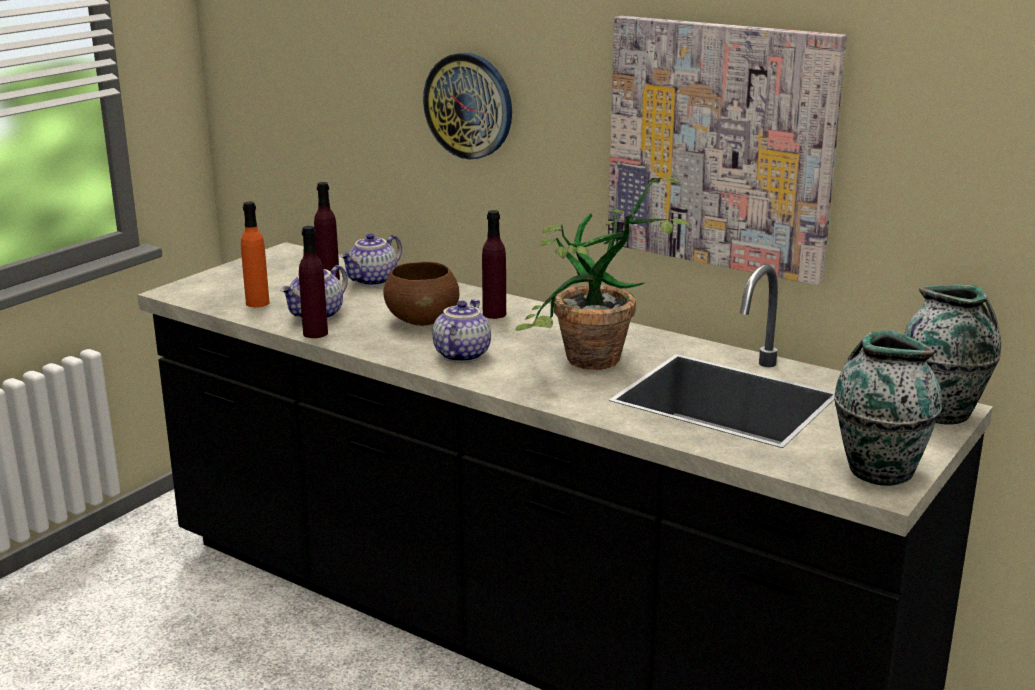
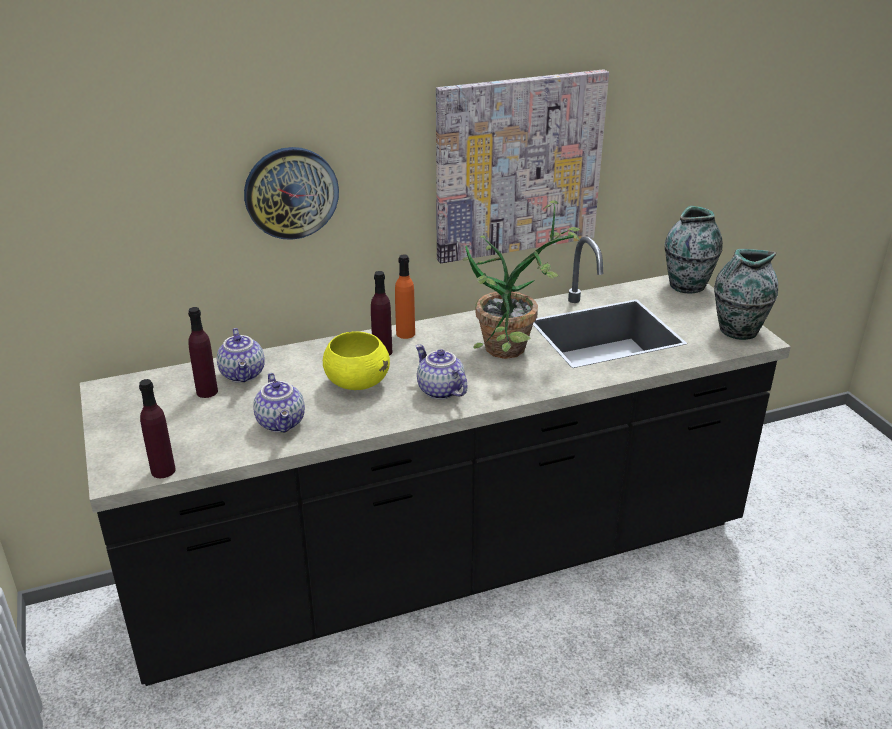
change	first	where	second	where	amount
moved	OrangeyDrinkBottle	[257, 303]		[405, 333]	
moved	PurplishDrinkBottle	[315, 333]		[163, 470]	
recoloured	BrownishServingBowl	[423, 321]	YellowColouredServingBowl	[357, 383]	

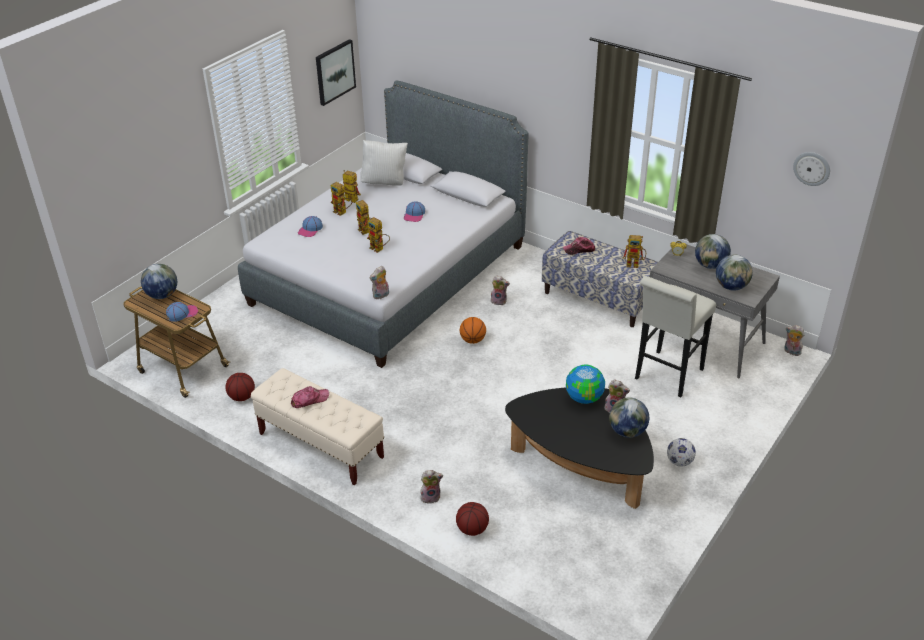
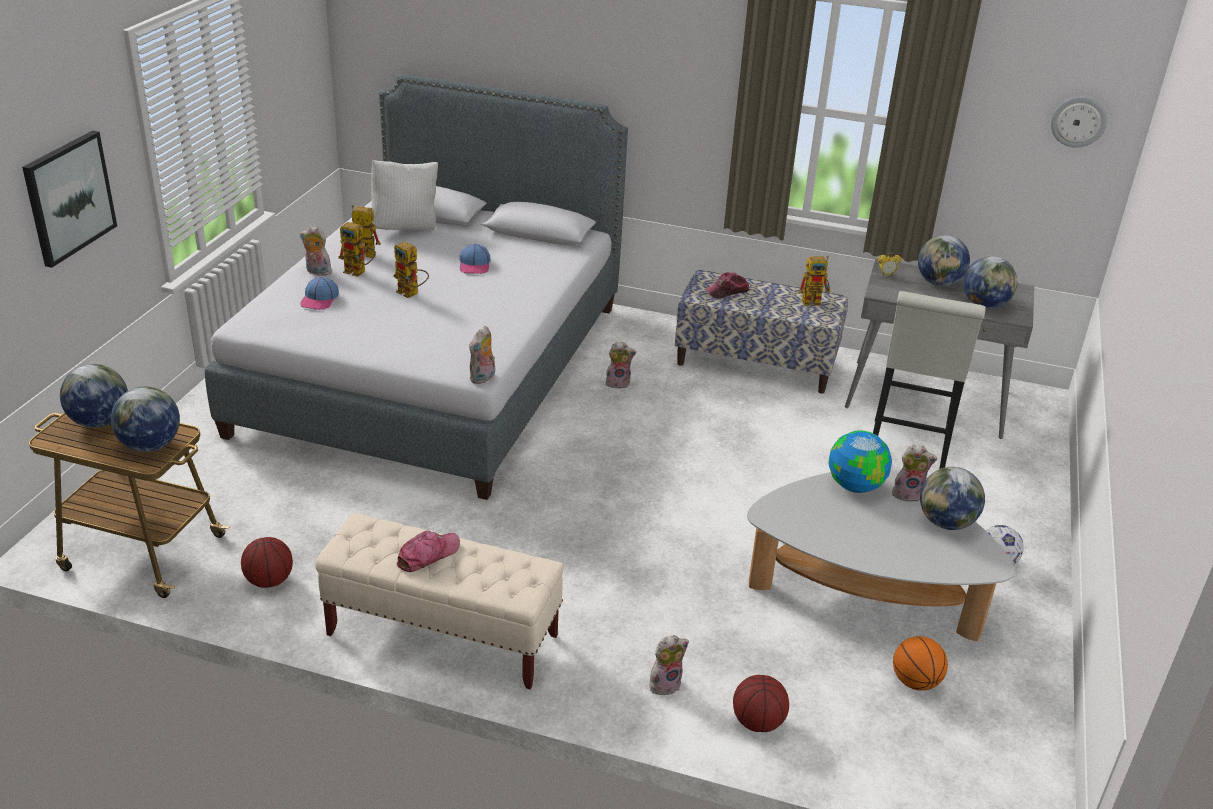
change	first	where	second	where	amount
removed	RobotFigure	[379, 249]			
moved	WallPicture	[334, 72]		[68, 197]	
moved	Basketball	[472, 340]		[915, 682]	
moved	CuddlyToy	[791, 352]		[317, 272]	
replaced	Cap	[182, 313]	Globe	[150, 446]	
recoloured	BlackishLowTable	[581, 466]	WhiteLowTable	[865, 593]	

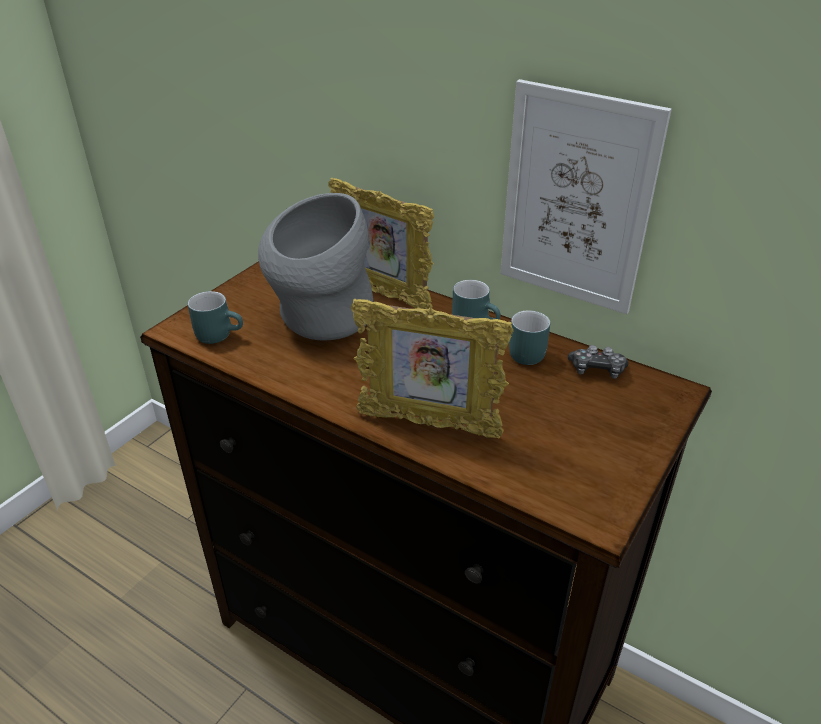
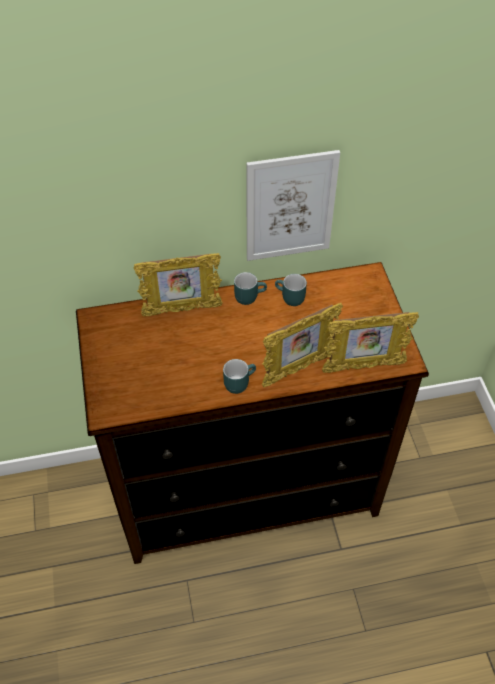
change	first	where	second	where	amount
removed	GrayFlowerVase	[320, 319]			
removed	Gamepad	[597, 370]			
added			PhotoFrame	[363, 366]	
moved	TurquoiseColouredCoffeeMug	[220, 334]		[238, 381]	

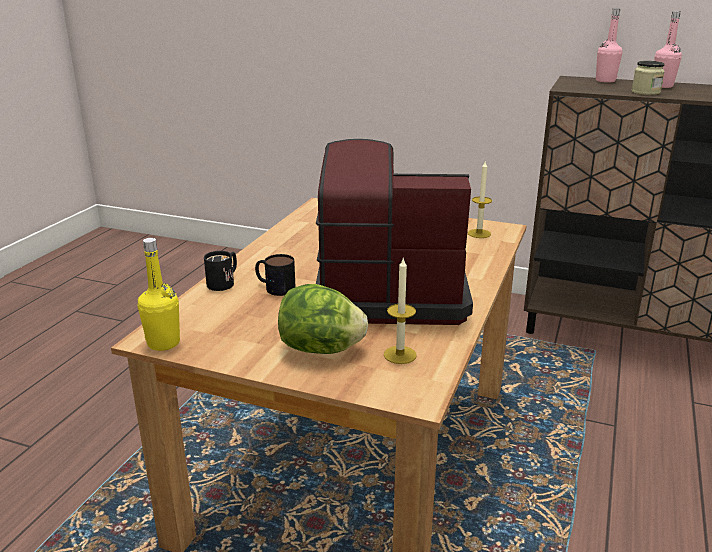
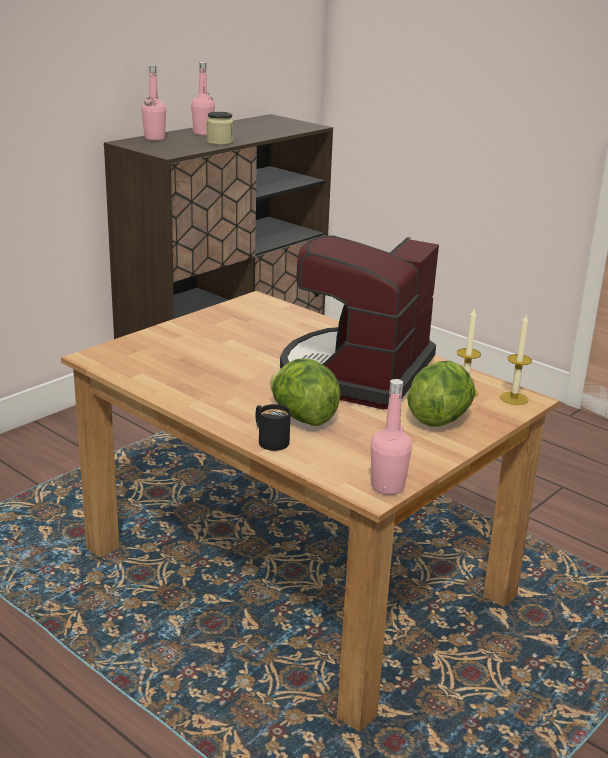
change	first	where	second	where	amount
moved	WaxLight	[479, 233]		[514, 398]	
replaced	CoffeeMug	[274, 287]	Lettuce	[302, 417]	
recoloured	YellowColouredDrinkBottle	[163, 343]	PinkishDrinkBottle	[387, 487]	

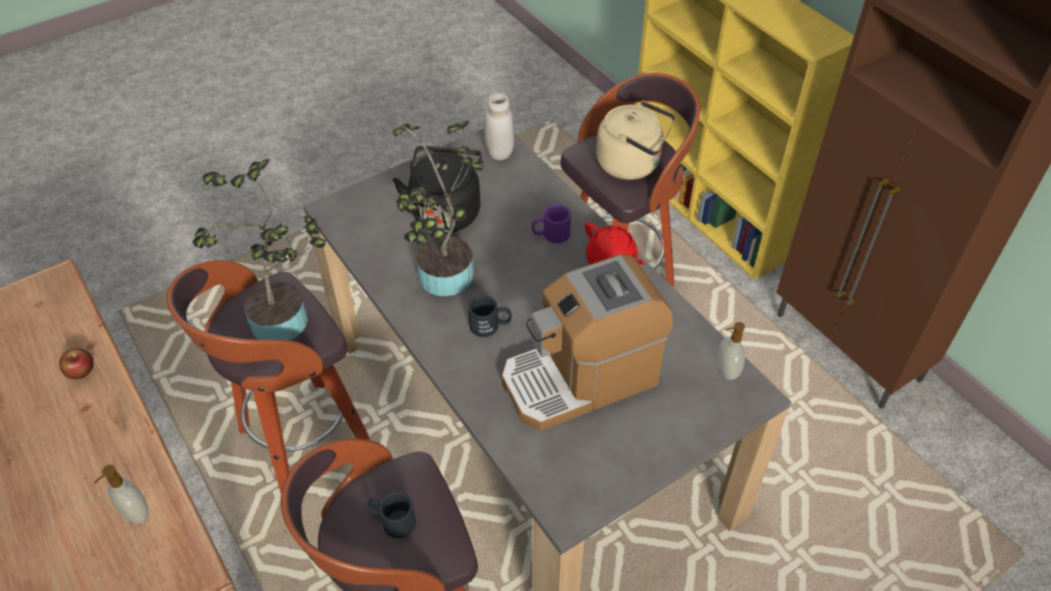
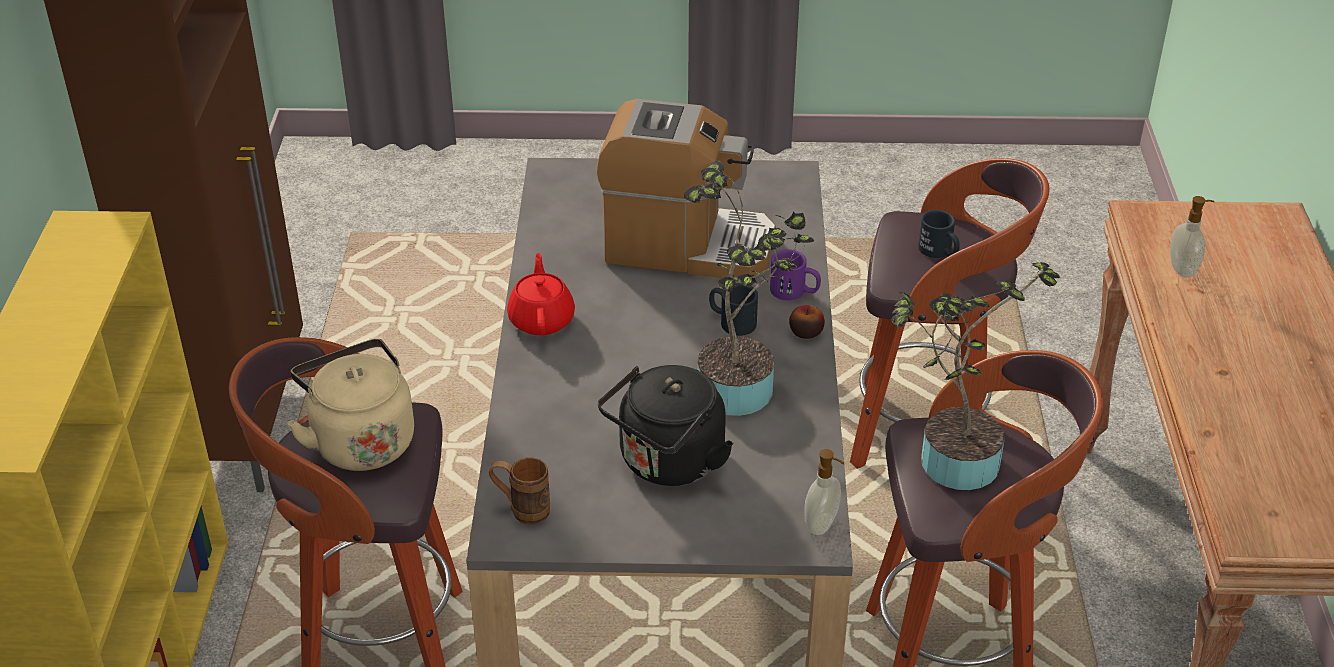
change	first	where	second	where	amount
moved	WholeApple	[81, 370]		[806, 332]	
moved	PurplishCoffeeMug	[550, 234]		[795, 291]	
moved	LiquidSoapBottle	[726, 370]		[822, 524]	
replaced	WhitePreserveJar	[499, 152]	BrownishCoffeeMug	[521, 510]	

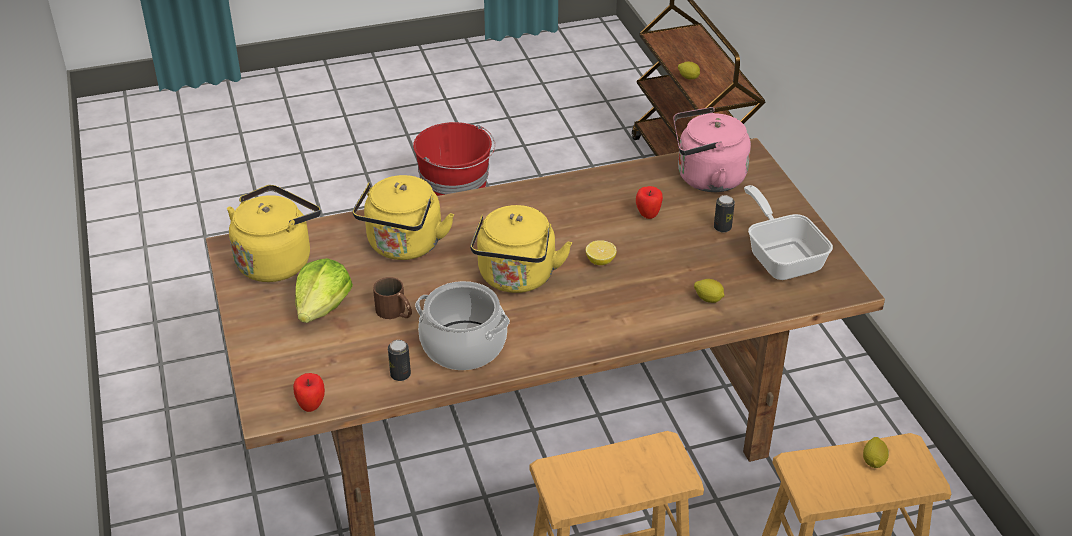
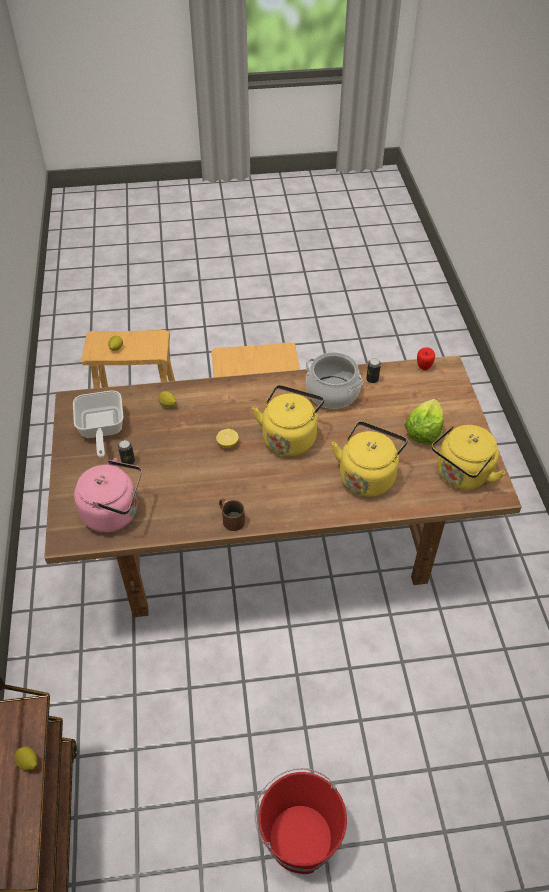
change	first	where	second	where	amount
removed	WholeApple	[648, 216]			
moved	BrownishCoffeeMug	[395, 312]		[230, 518]	

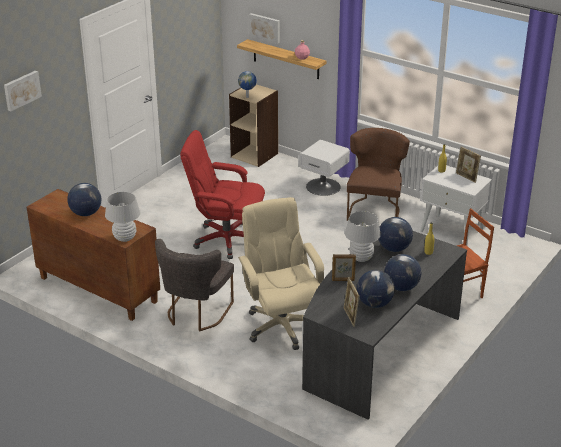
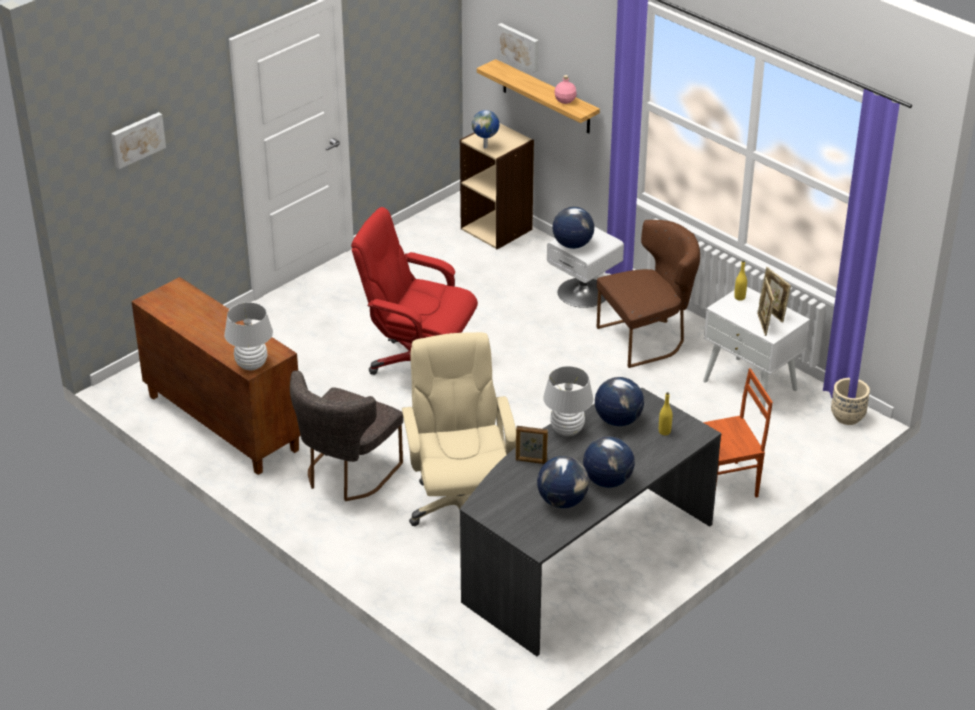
change	first	where	second	where	amount
added			SandColouredPlanter	[847, 417]	
moved	Globe	[86, 213]		[572, 244]	
moved	PhotoFrame	[350, 317]		[763, 325]	
turned	BrownishChair	[374, 209]		[647, 338]	45 degrees clockwise

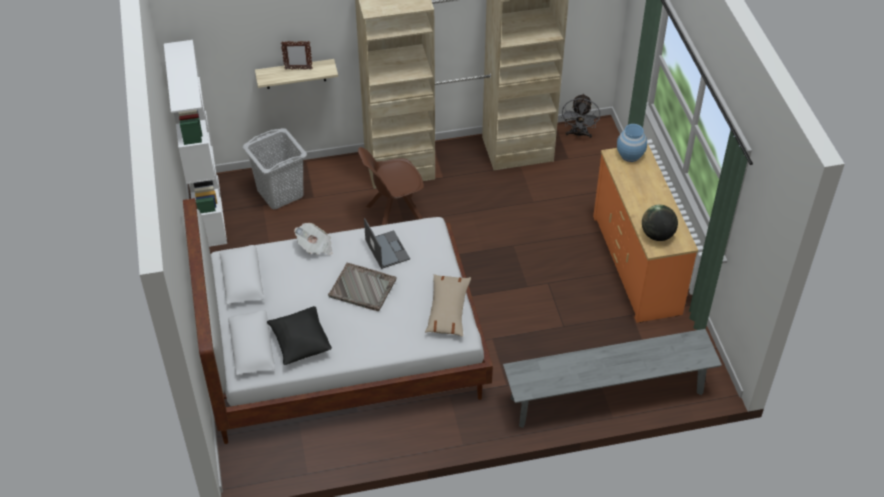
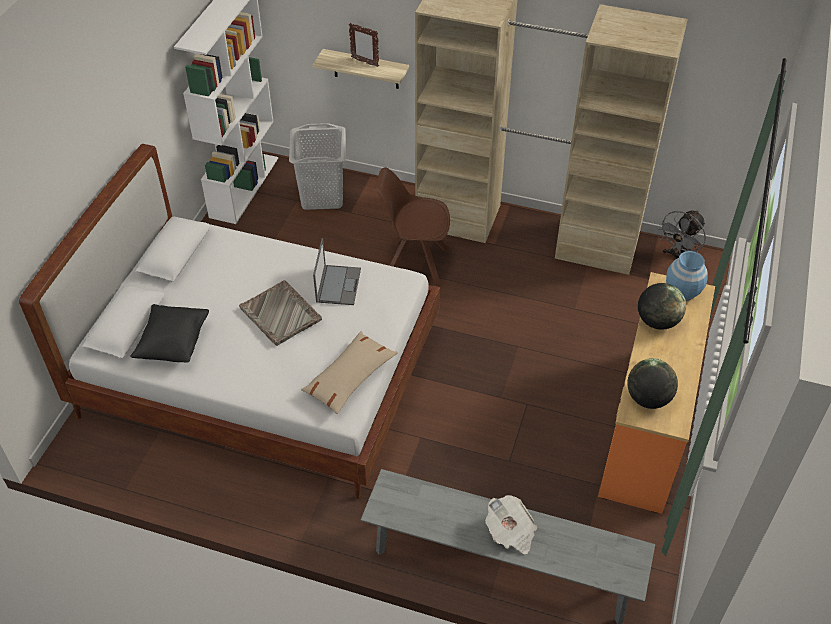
change	first	where	second	where	amount
added			Globe	[657, 322]	
moved	DailyPaper	[315, 247]		[510, 532]	

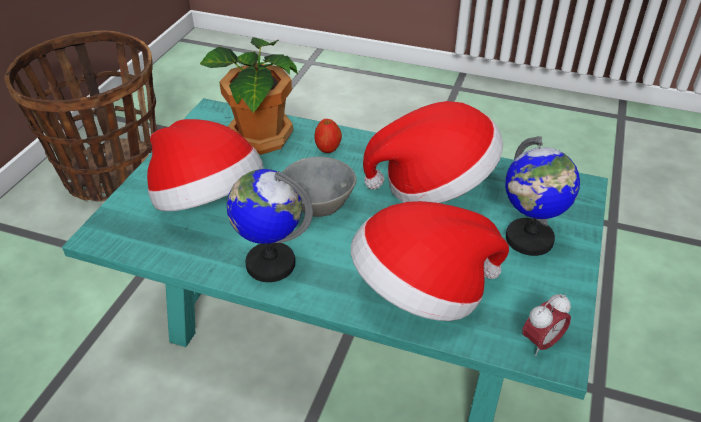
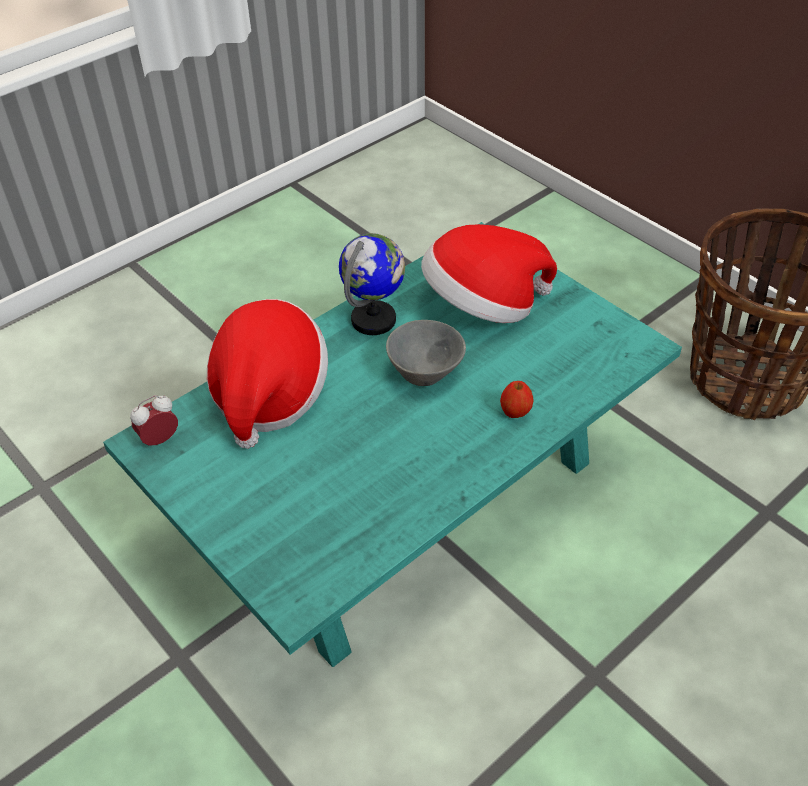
change	first	where	second	where	amount
removed	PlantInAPot	[259, 139]			
removed	Hat	[434, 184]			
removed	Globe	[529, 239]			
turned	BedsideClock	[541, 343]		[159, 439]	60 degrees clockwise

